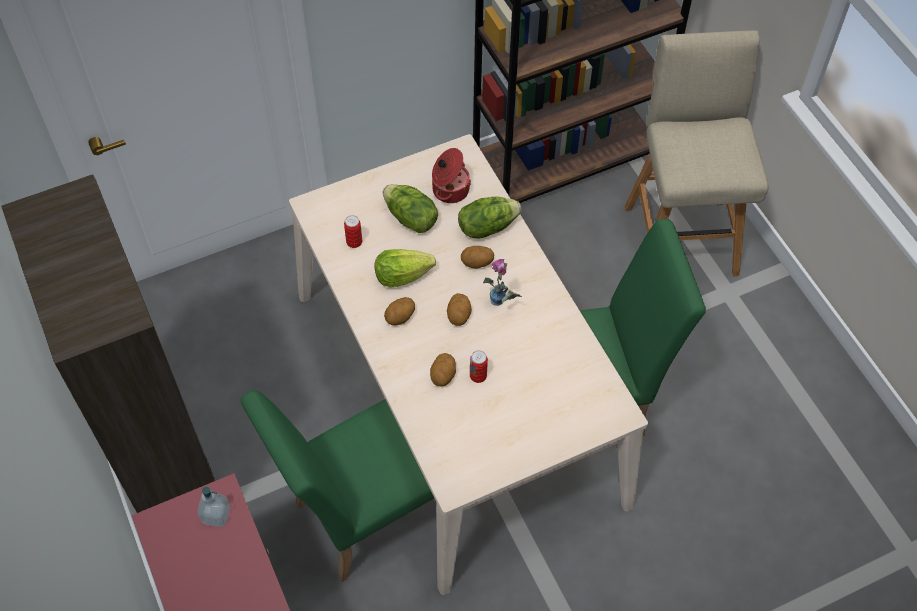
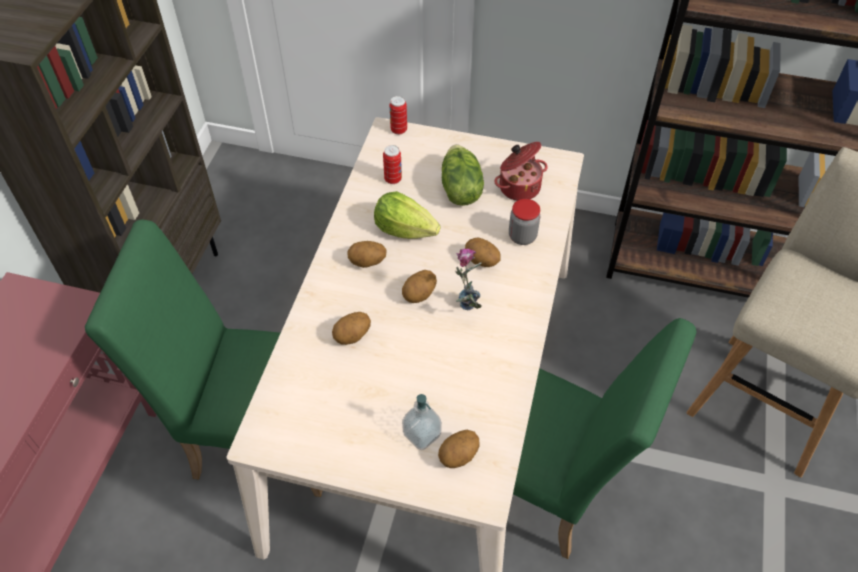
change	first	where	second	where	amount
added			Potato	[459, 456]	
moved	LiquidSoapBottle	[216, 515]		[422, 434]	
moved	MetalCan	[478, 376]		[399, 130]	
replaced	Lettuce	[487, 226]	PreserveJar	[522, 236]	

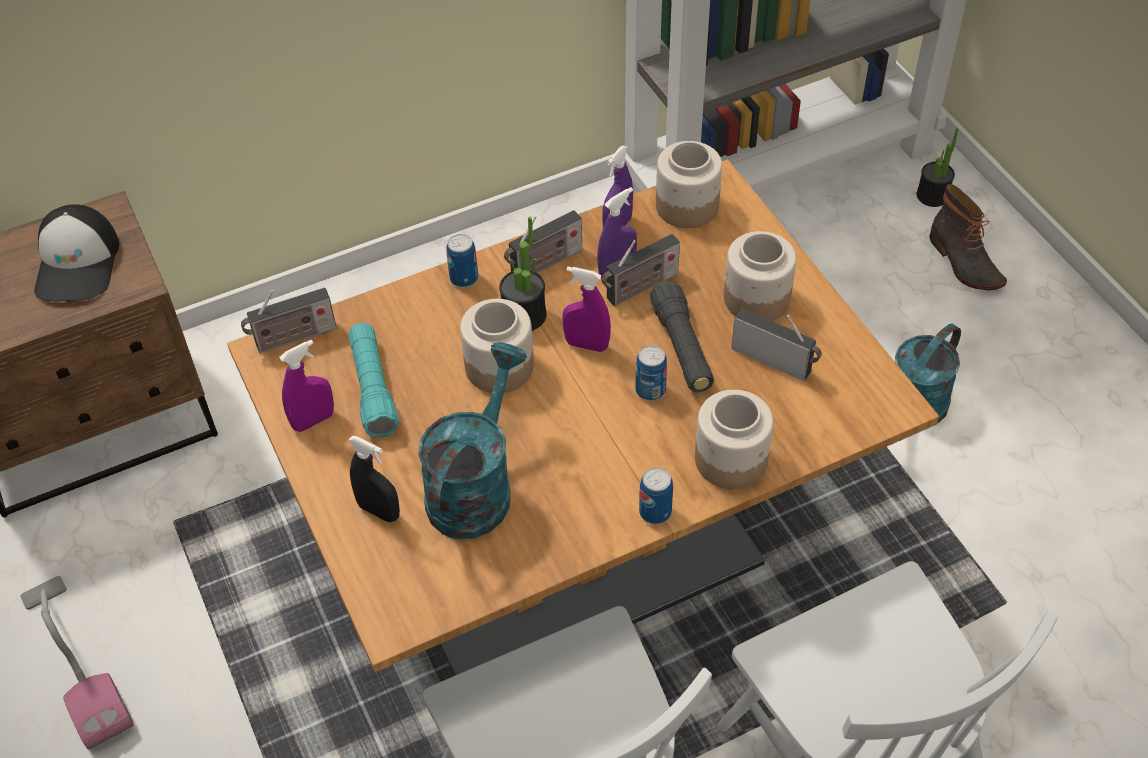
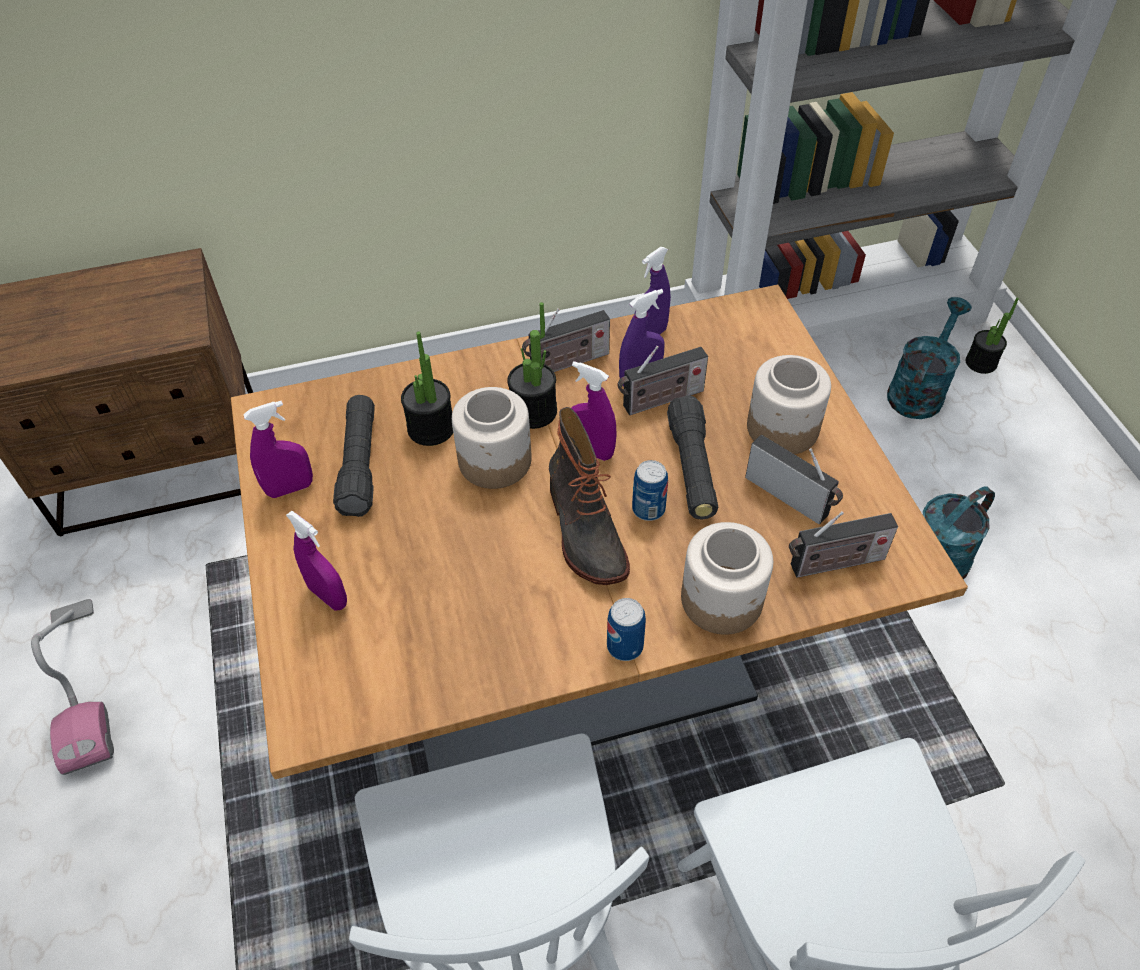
change	first	where	second	where	amount
removed	Cap	[78, 264]			
removed	MetalCan	[464, 278]			
removed	PreserveJar	[686, 206]			
added			PlantInAPot	[431, 428]	
moved	RadioSet	[292, 338]		[833, 564]	
moved	TurquoiseColouredSprinklingCan	[475, 486]		[919, 390]	
moved	TallBoot	[963, 263]		[583, 530]	
recoloured	TurquoiseColouredTorch	[373, 389]	BlackishTorch	[360, 464]	
recoloured	BlackishSprayer	[379, 511]	PurplishSprayer	[328, 596]	

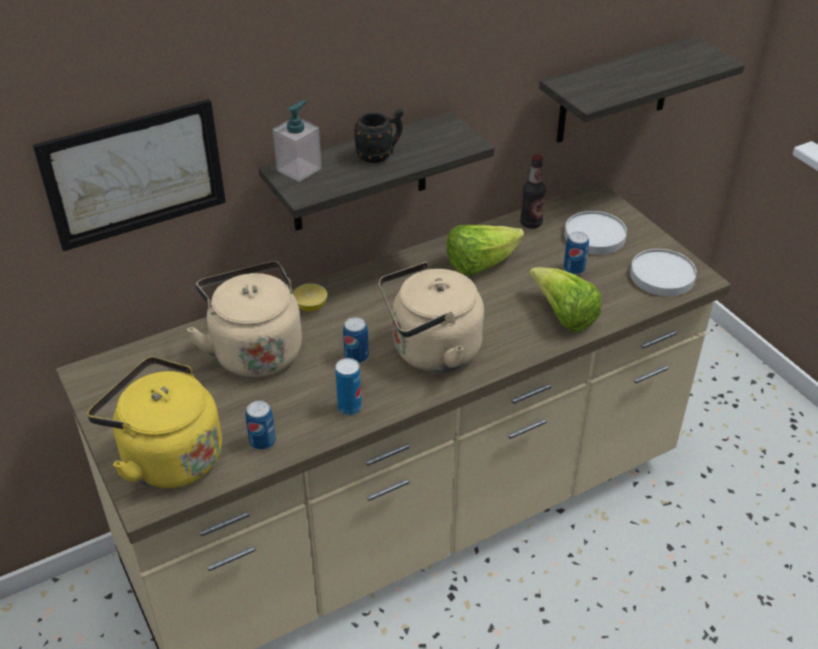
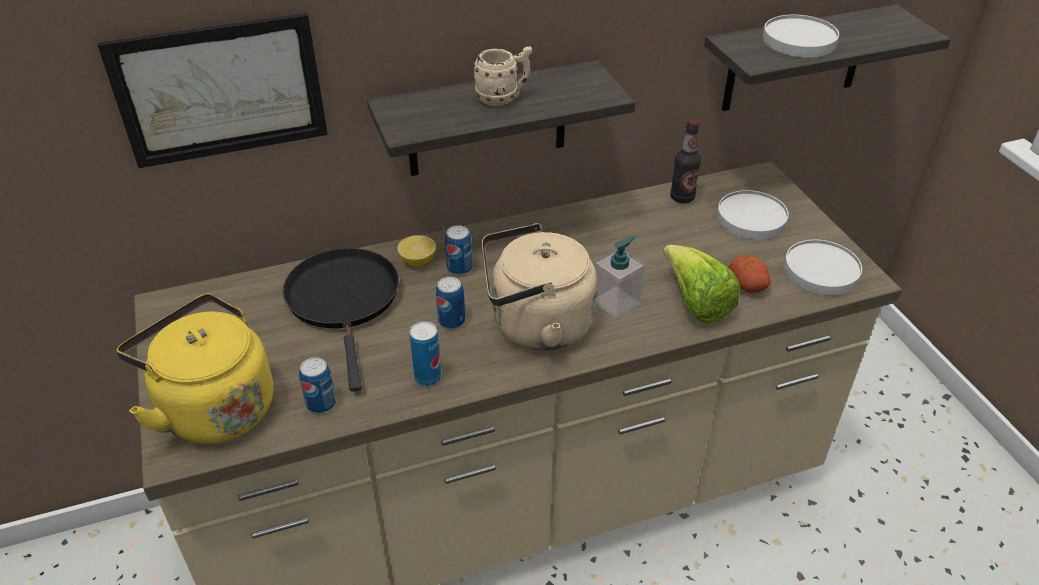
change	first	where	second	where	amount
removed	Lettuce	[480, 264]			
added			Potato	[748, 285]	
added			WhiteFlatDish	[799, 41]	
moved	LiquidSoapBottle	[299, 169]		[616, 302]	
moved	MetalCan	[574, 269]		[459, 268]	
replaced	SandColouredWaterKettle	[254, 350]	BlackishPan	[344, 300]	
recoloured	BlackishCoffeeMug	[380, 154]	SandColouredCoffeeMug	[503, 98]	

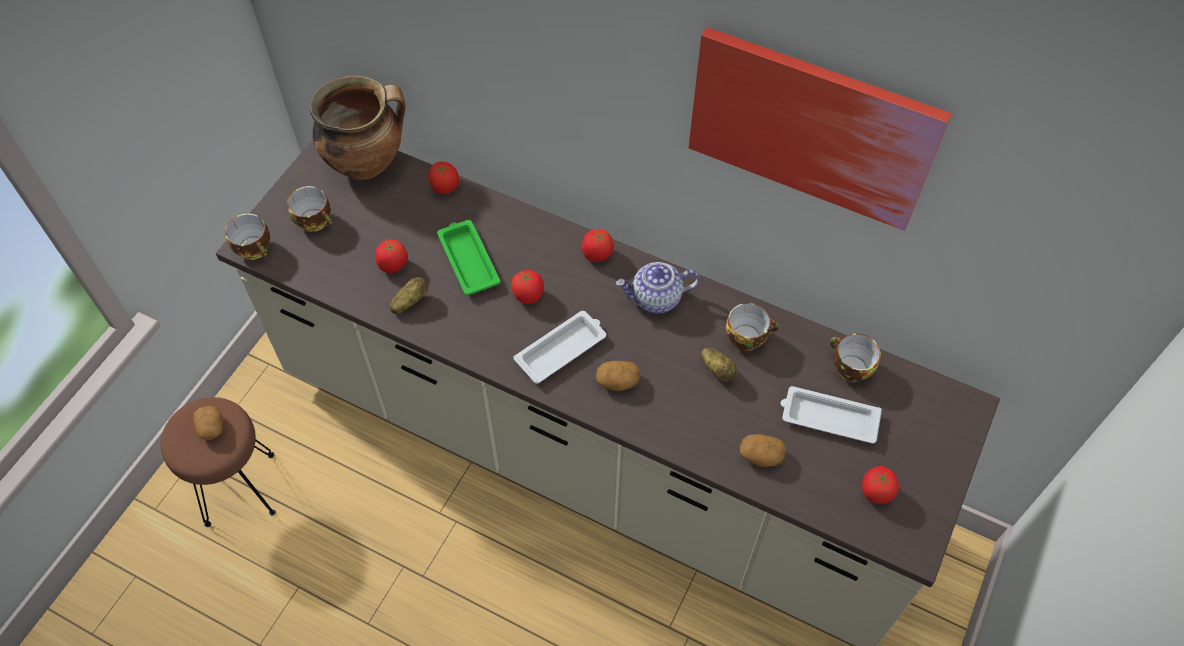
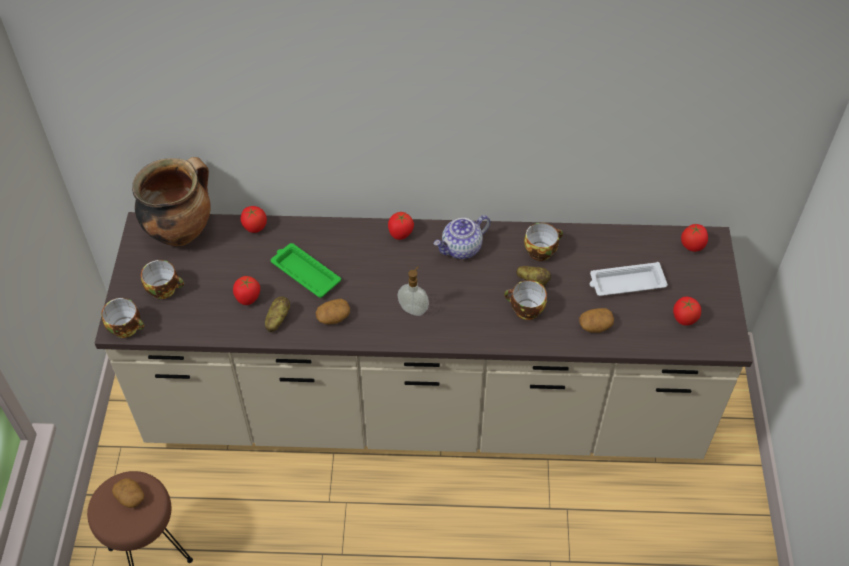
change	first	where	second	where	amount
removed	WallPicture	[811, 127]			
moved	WholeTomato	[528, 295]		[692, 245]	
moved	Potato	[617, 381]		[333, 317]	
moved	SmallCup	[849, 368]		[525, 310]	
replaced	WhiteServingTray	[562, 349]	LiquidSoapBottle	[413, 309]	

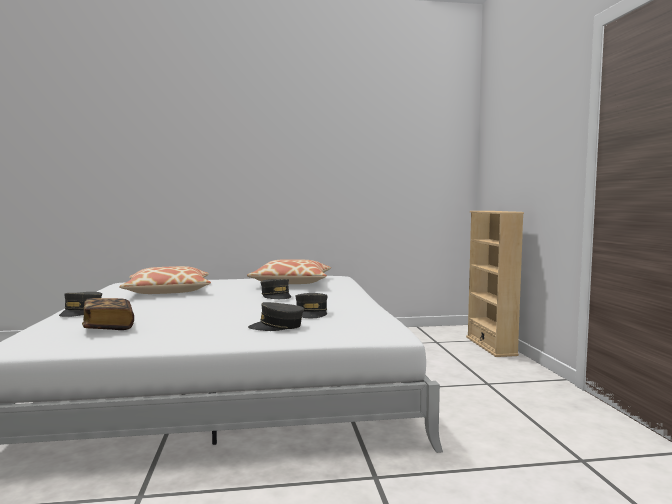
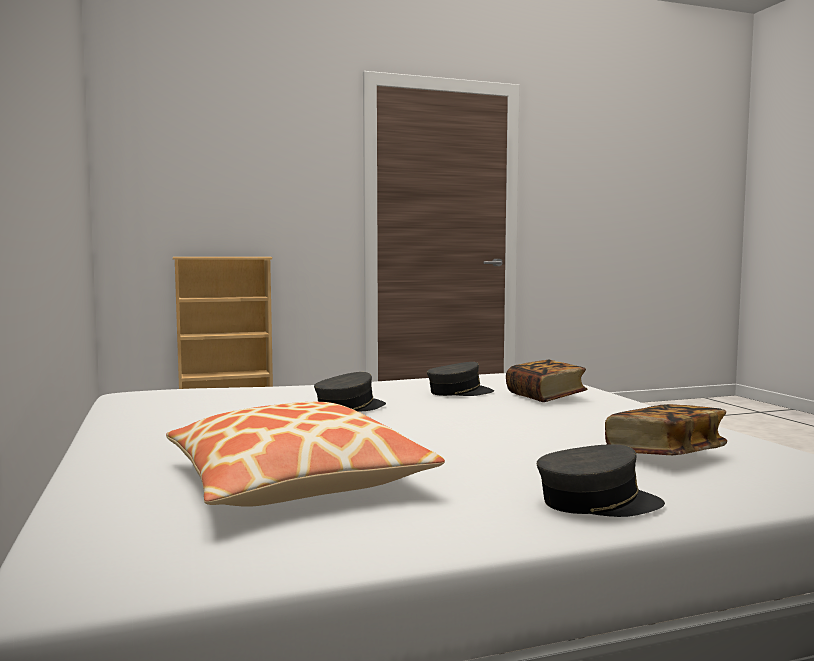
change	first	where	second	where	amount
removed	Cushion	[291, 282]			
replaced	GrayCap	[277, 326]	BoundBook	[545, 397]	

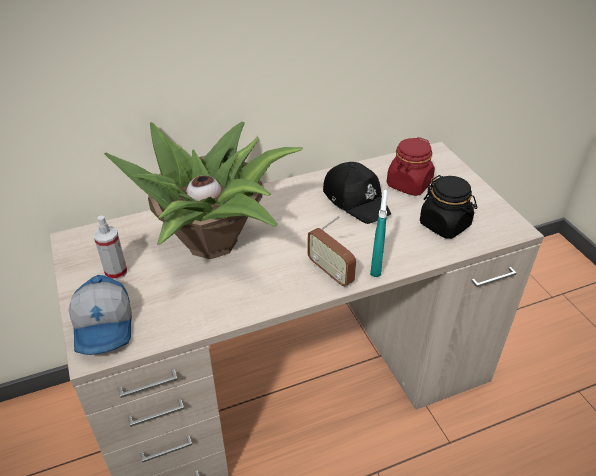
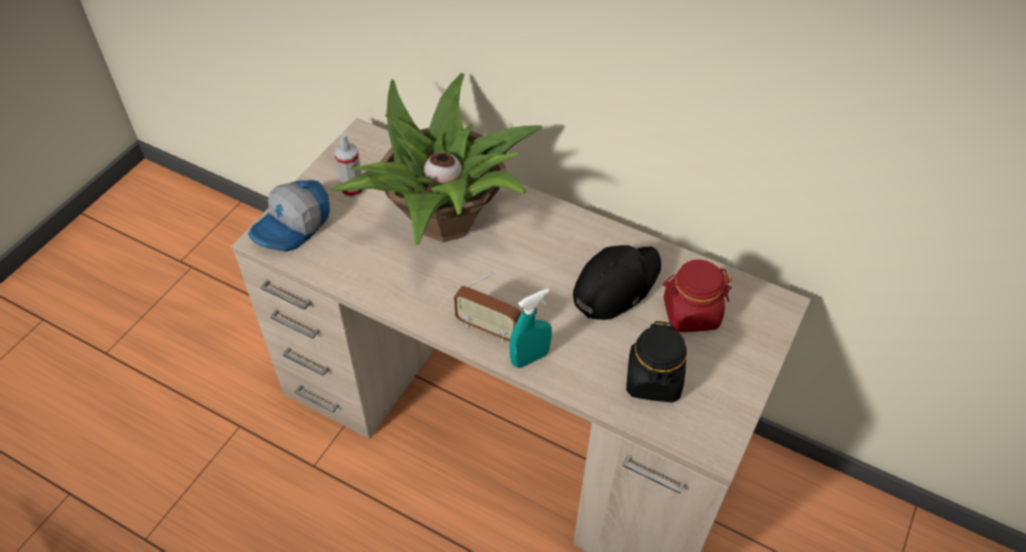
change	first	where	second	where	amount
turned	RadioSet	[330, 272]		[488, 328]	75 degrees counterclockwise
turned	BlackishCap	[356, 200]		[615, 285]	150 degrees counterclockwise

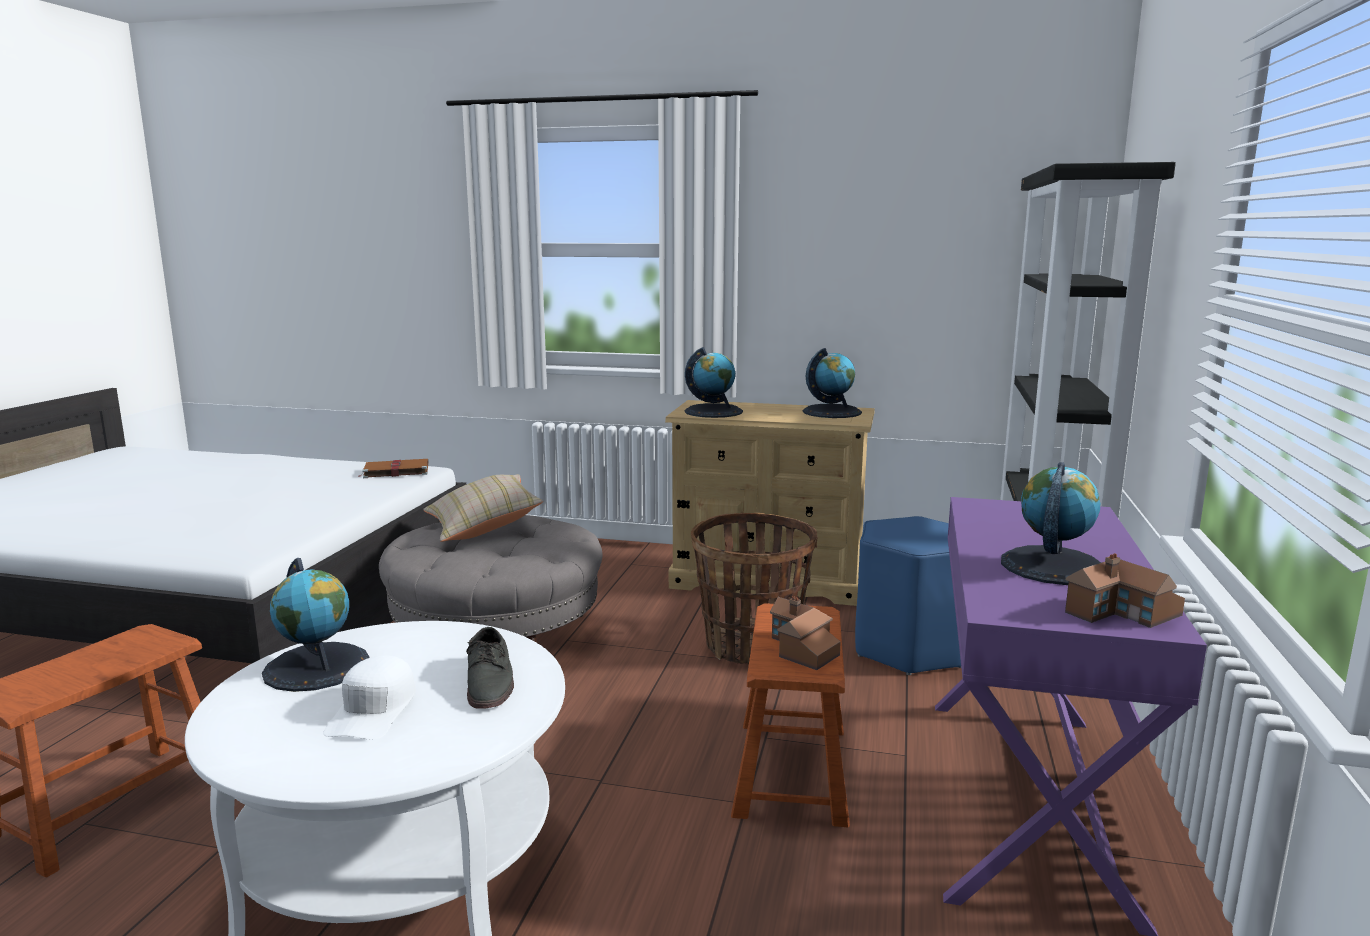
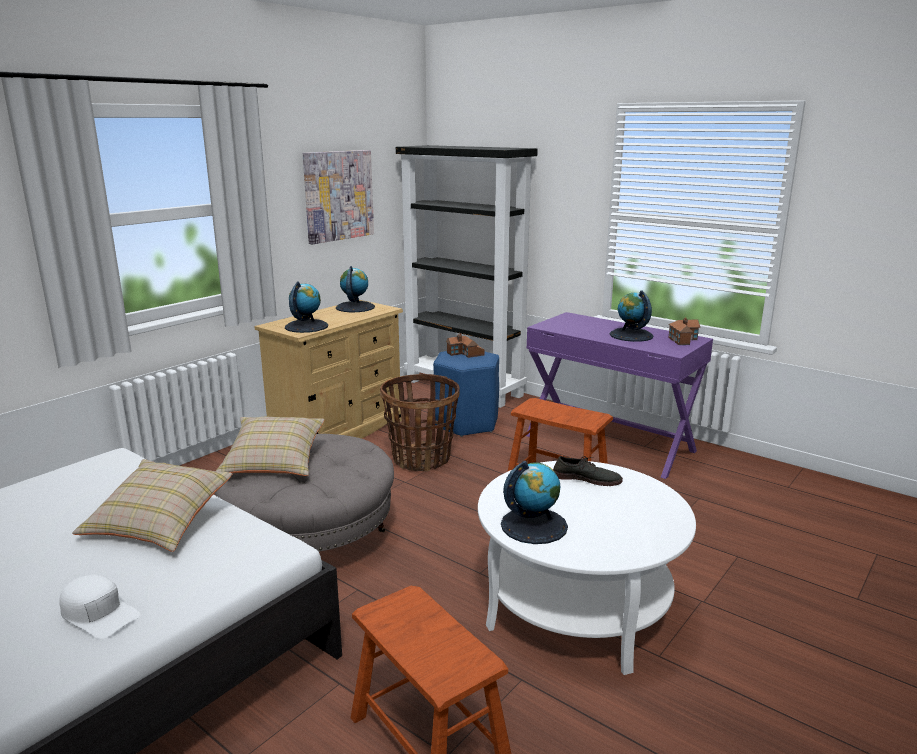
change	first	where	second	where	amount
removed	BrownishBoundBook	[395, 471]			
added			SandColouredCushion	[159, 523]	
added			WallPicture	[338, 195]	
moved	WhiteCap	[374, 710]		[98, 614]	
moved	ToyHouse	[801, 649]		[465, 354]	

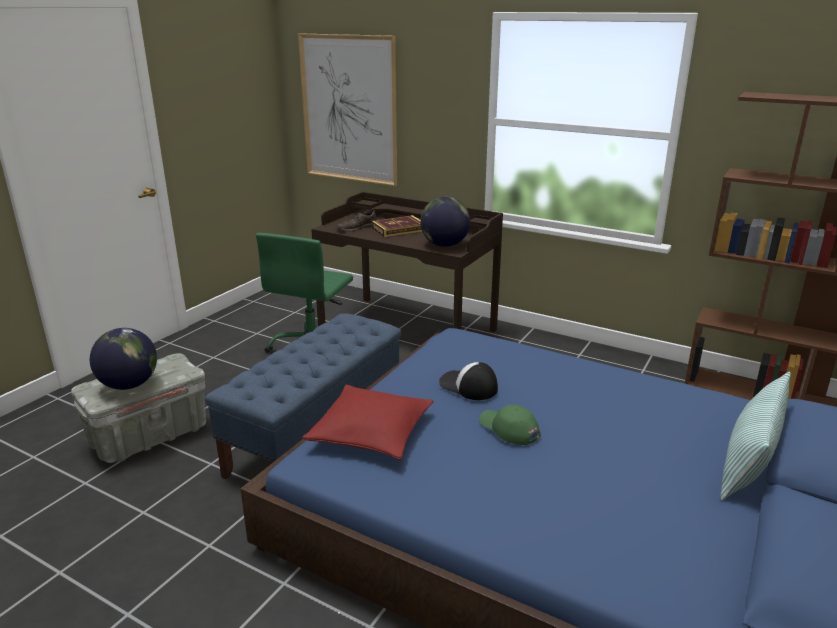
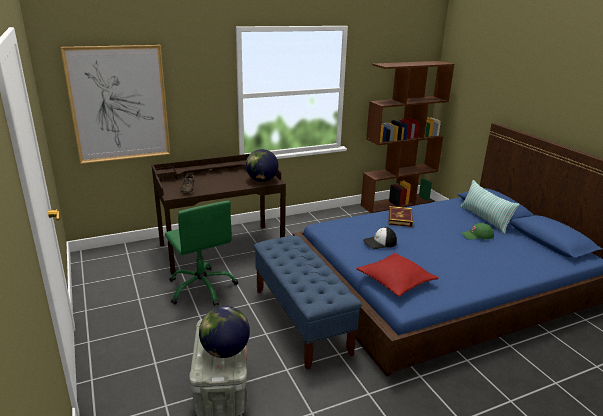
change	first	where	second	where	amount
moved	BoundBook	[398, 229]		[400, 218]	
moved	GreenishCap	[508, 429]		[477, 235]	

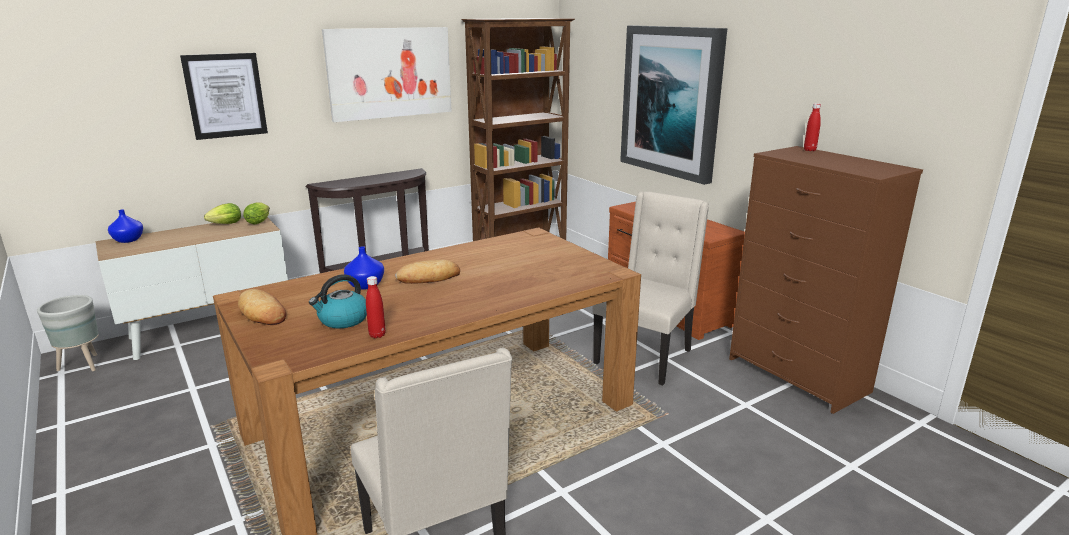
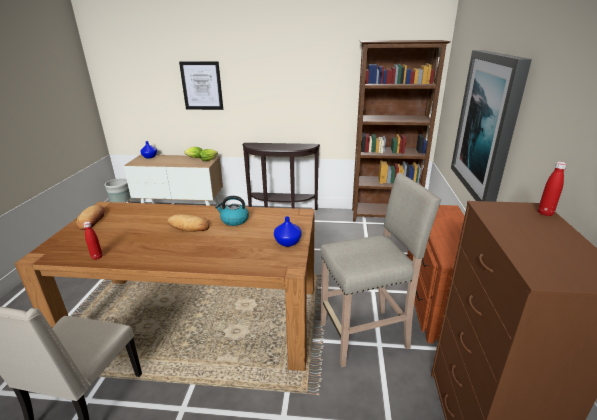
change	first	where	second	where	amount
removed	WallPicture	[390, 73]			
moved	WaterKettle	[343, 320]		[234, 220]	
moved	BluishFlowerVase	[365, 285]		[287, 243]	
replaced	SandColouredChair	[645, 356]	SandColouredStool	[366, 335]	

